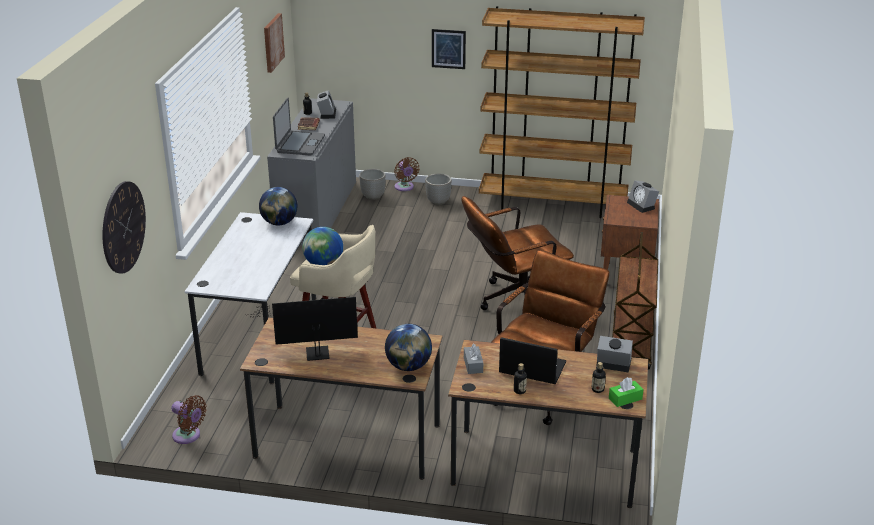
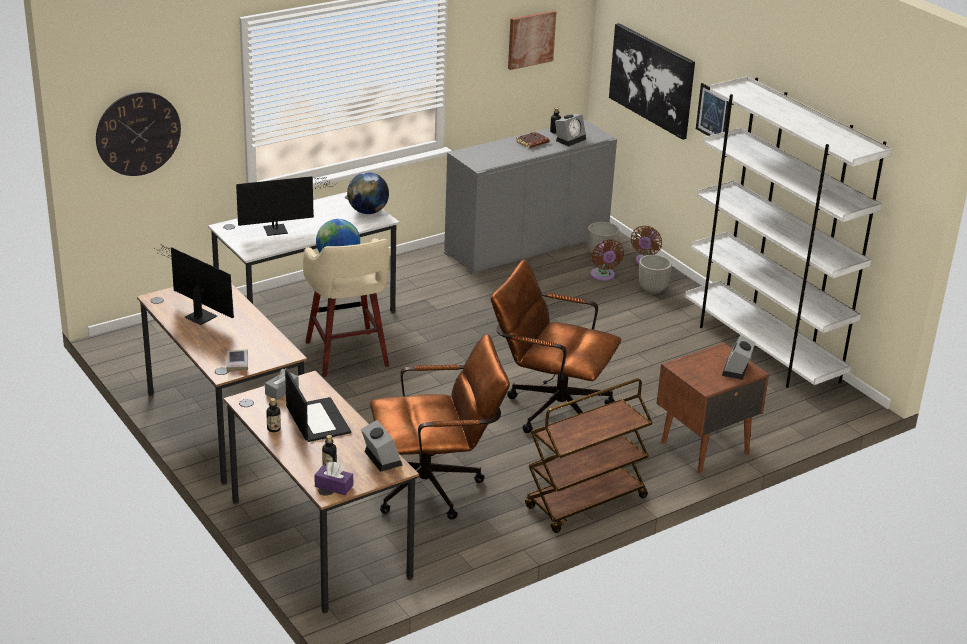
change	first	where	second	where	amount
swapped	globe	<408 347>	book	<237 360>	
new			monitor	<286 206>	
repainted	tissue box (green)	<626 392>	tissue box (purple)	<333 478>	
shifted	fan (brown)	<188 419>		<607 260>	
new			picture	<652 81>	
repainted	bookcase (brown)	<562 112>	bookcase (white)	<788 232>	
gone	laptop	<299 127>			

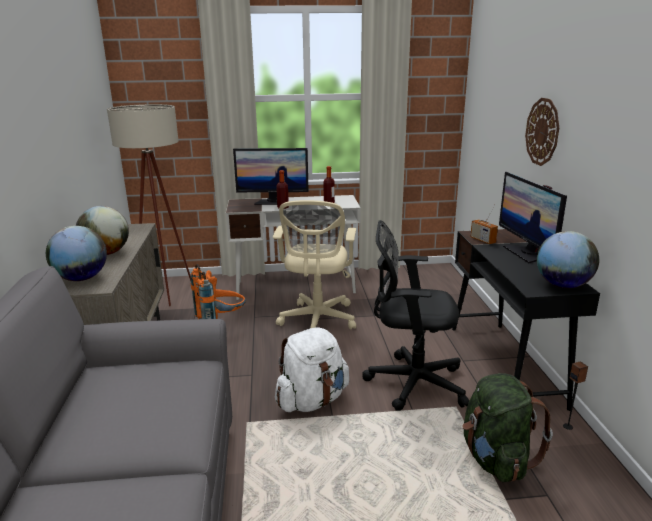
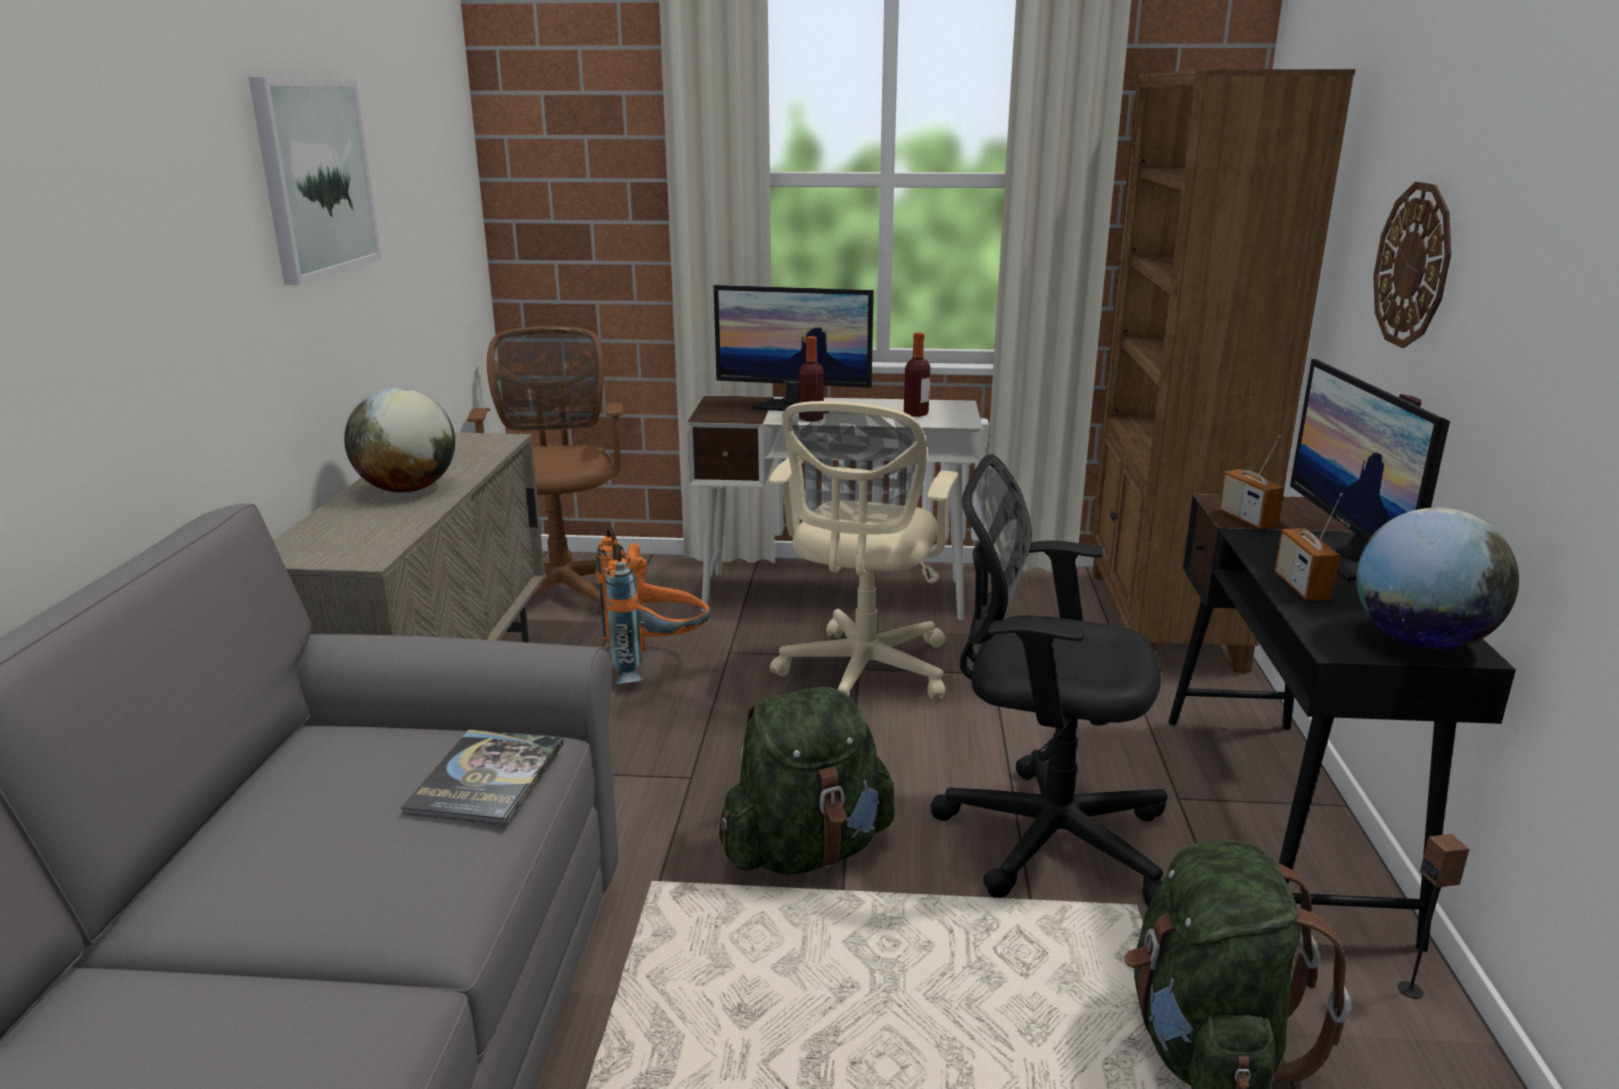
change	first	where	second	where	amount
new			picture	<314 181>	
new			book	<482 777>	
swapped	floor lamp (beige)	<149 205>	office chair (brown)	<545 474>	
repainted	backpack (white)	<312 369>	backpack (green)	<807 781>	
new			bookcase (brown)	<1223 371>	
new			radio	<1308 546>	
gone	globe	<76 253>			

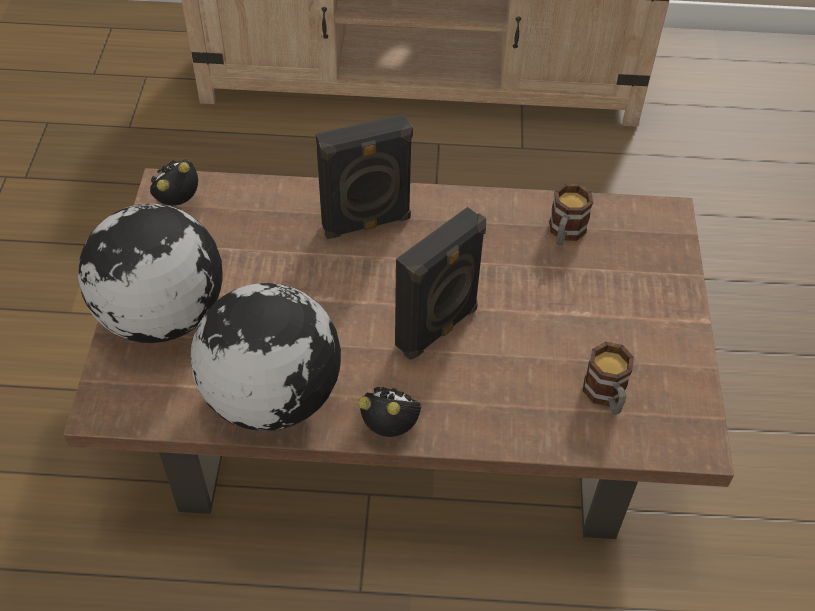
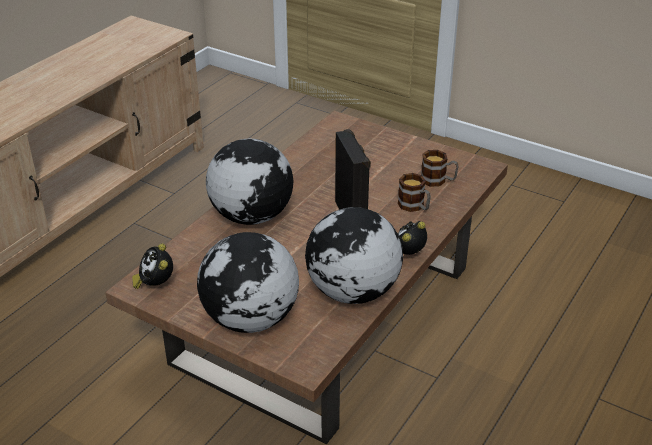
change	first	where	second	where	amount
swapped	speaker (black)	<364 176>	globe	<249 182>	
shifted	mug	<571 214>		<414 192>	

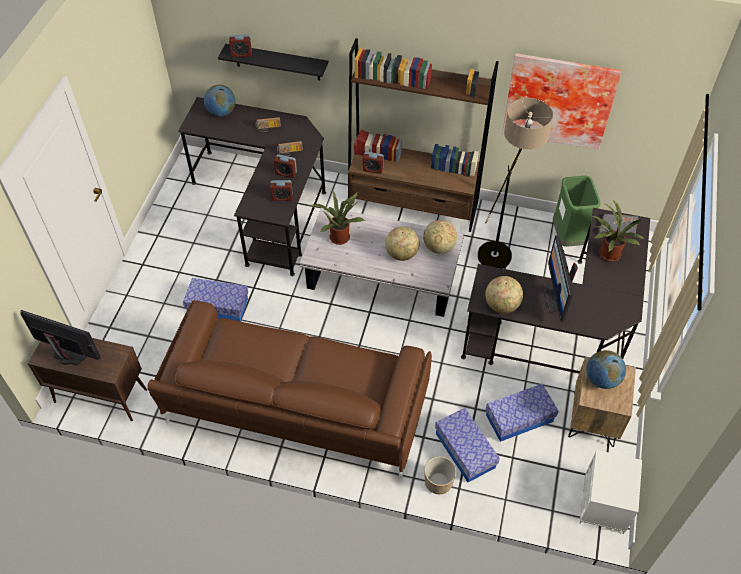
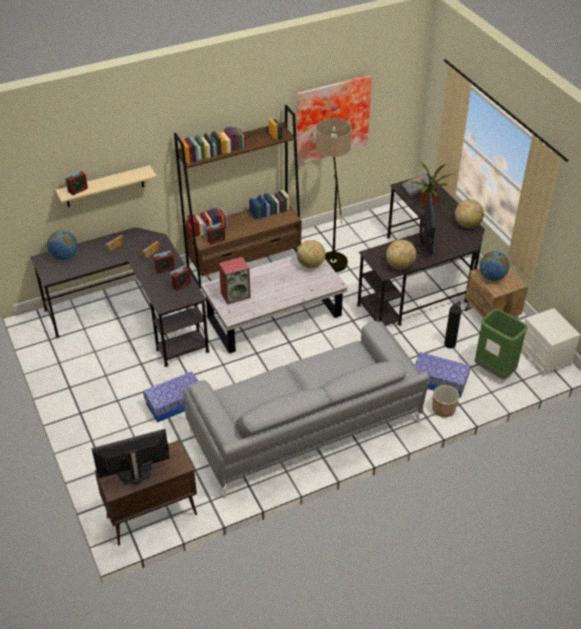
change	first	where	second	where	amount
repainted	shelf (black)	<273 62>	shelf (beige)	<106 186>	
repainted	sofa (brown)	<290 389>	sofa (grey)	<306 410>	
swapped	potted plant	<337 218>	speaker	<235 281>	
rotated	monitor	<561 278>		<427 224>	135 degrees counterclockwise
swapped	storage box	<522 413>	fire extinguisher	<453 325>	
shifted	globe	<402 243>		<469 213>	
shifted	trash can (green)	<577 211>		<501 344>	

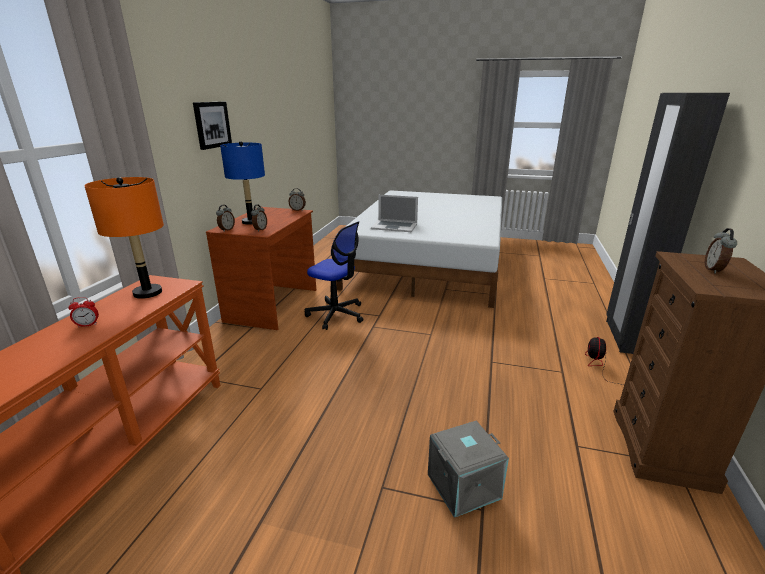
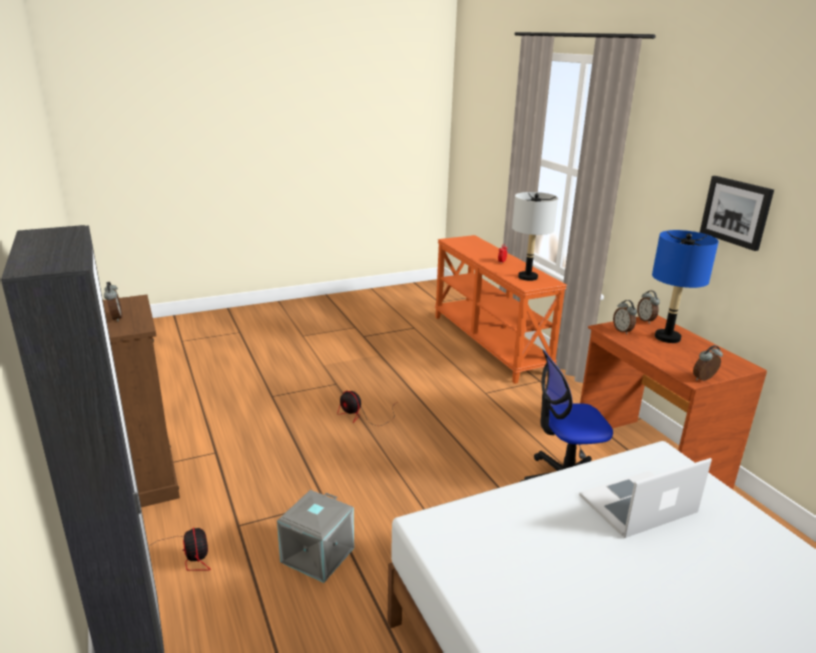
change	first	where	second	where	amount
shifted	storage box (grey)	<468 469>		<315 536>	
new			fan	<366 408>	
repainted	table lamp (orange)	<124 238>	table lamp (grey)	<535 236>	

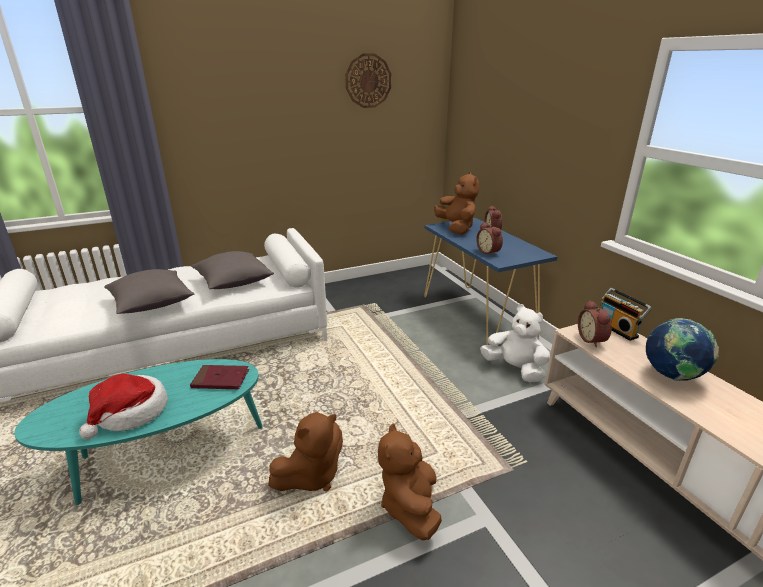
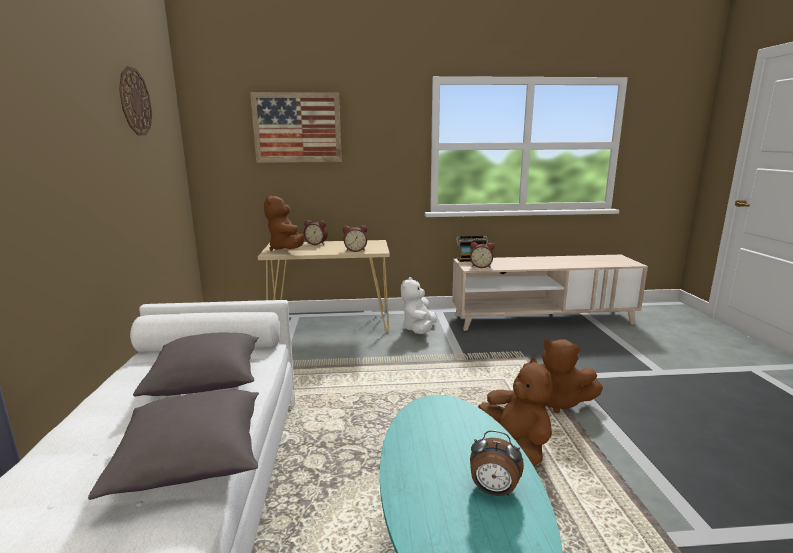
change	first	where	second	where	amount
new			picture	<296 127>	
repainted	console table (blue)	<490 281>	console table (beige)	<324 286>	
rotated	plush toy (brown)	<456 203>		<284 223>	105 degrees counterclockwise
rotated	plush toy (white)	<515 343>		<419 305>	45 degrees counterclockwise
swapped	hat	<123 406>	alarm clock	<497 463>	
gone	book (red)	<219 377>			
gone	globe	<682 349>			

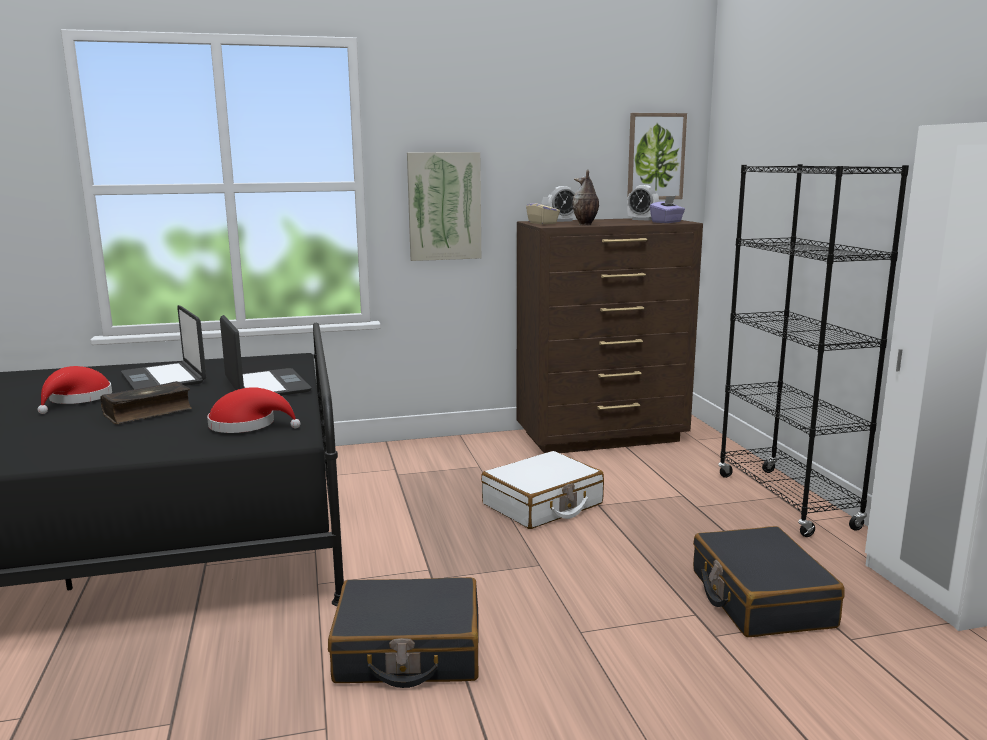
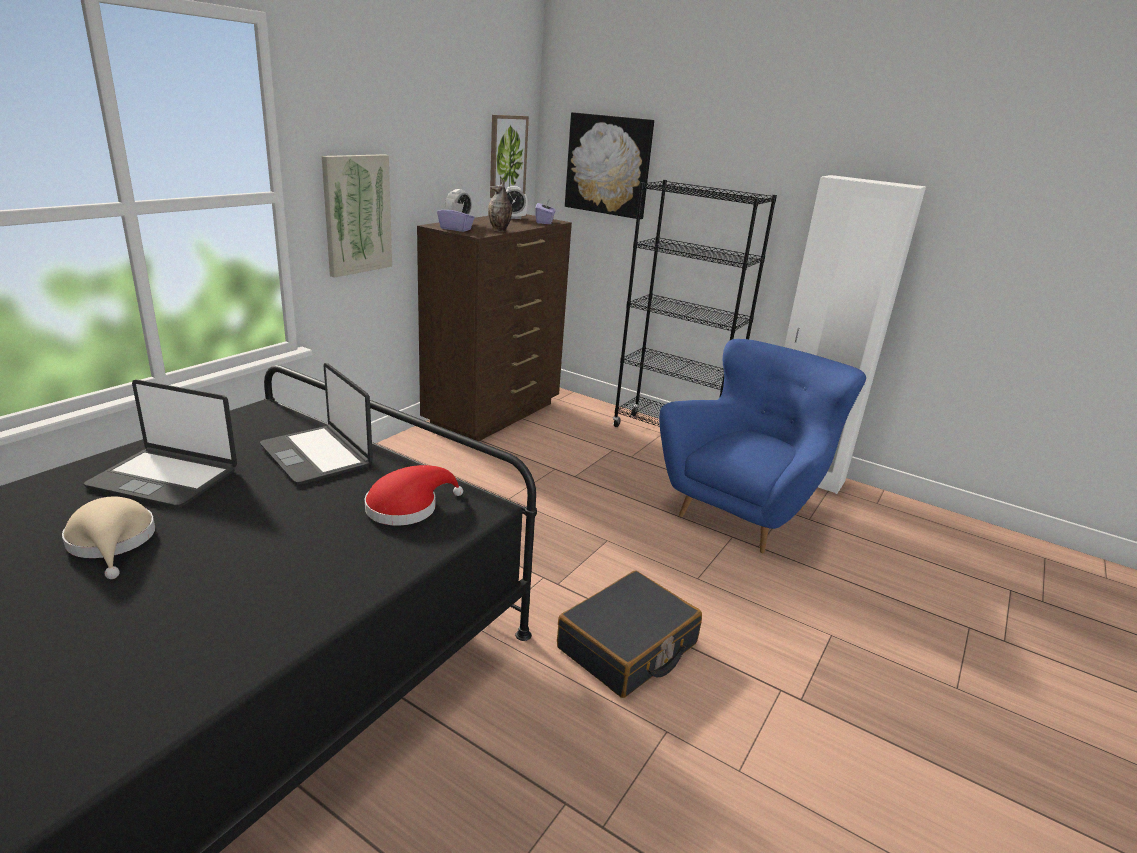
change	first	where	second	where	amount
repainted	hat (red)	<74 390>	hat (beige)	<108 538>	
rotated	laptop	<266 355>		<316 424>	150 degrees counterclockwise
repainted	tissue box (beige)	<543 210>	tissue box (purple)	<456 217>	
new			picture	<609 165>	
swapped	suitcase (black)	<769 581>	armchair (blue)	<762 446>	
gone	book	<146 402>			
gone	suitcase (white)	<542 490>			

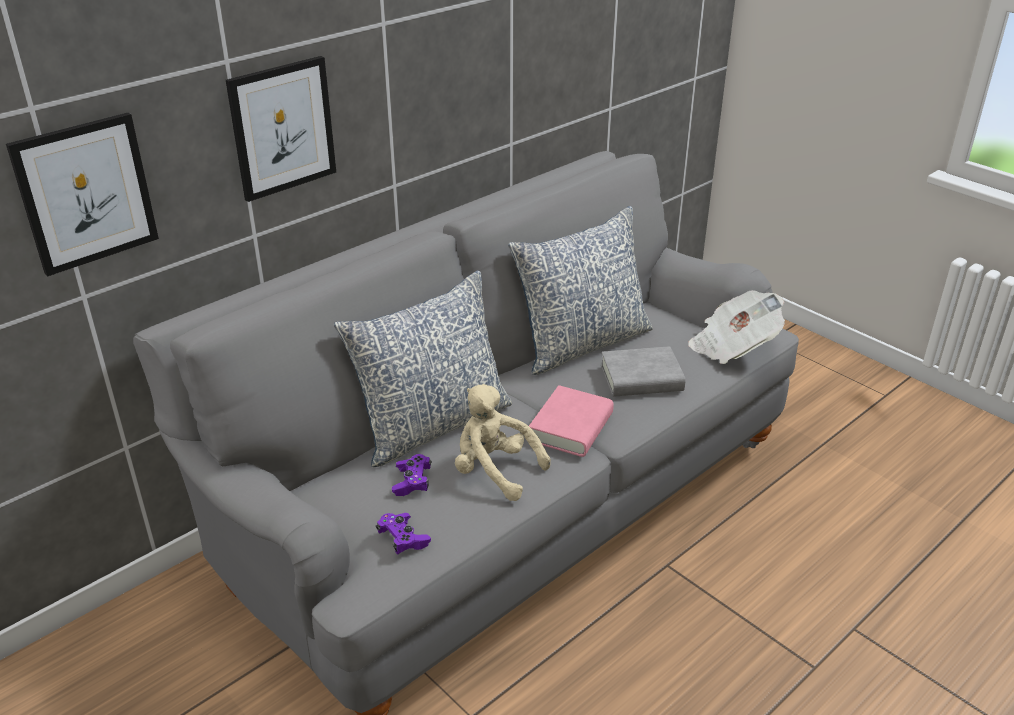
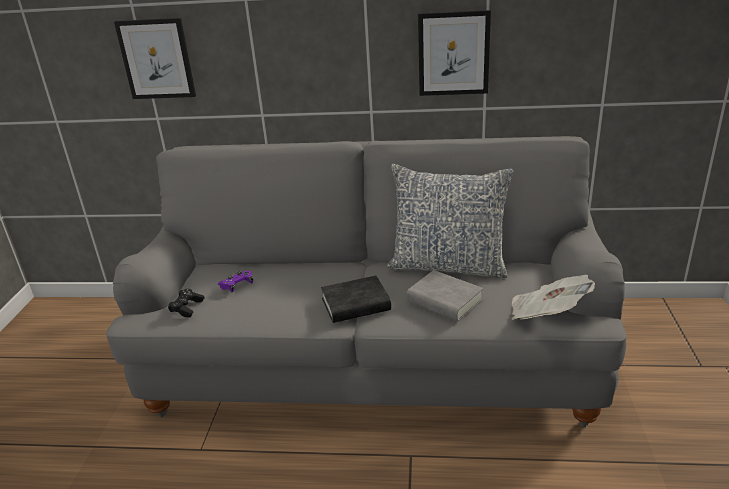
change	first	where	second	where	amount
repainted	game controller (purple)	<403 533>	game controller (black)	<186 303>	
repainted	book (pink)	<571 421>	book (black)	<356 299>	
shifted	picture	<281 129>		<454 53>	
gone	pillow	<422 368>			
gone	plush toy (beige)	<503 442>			

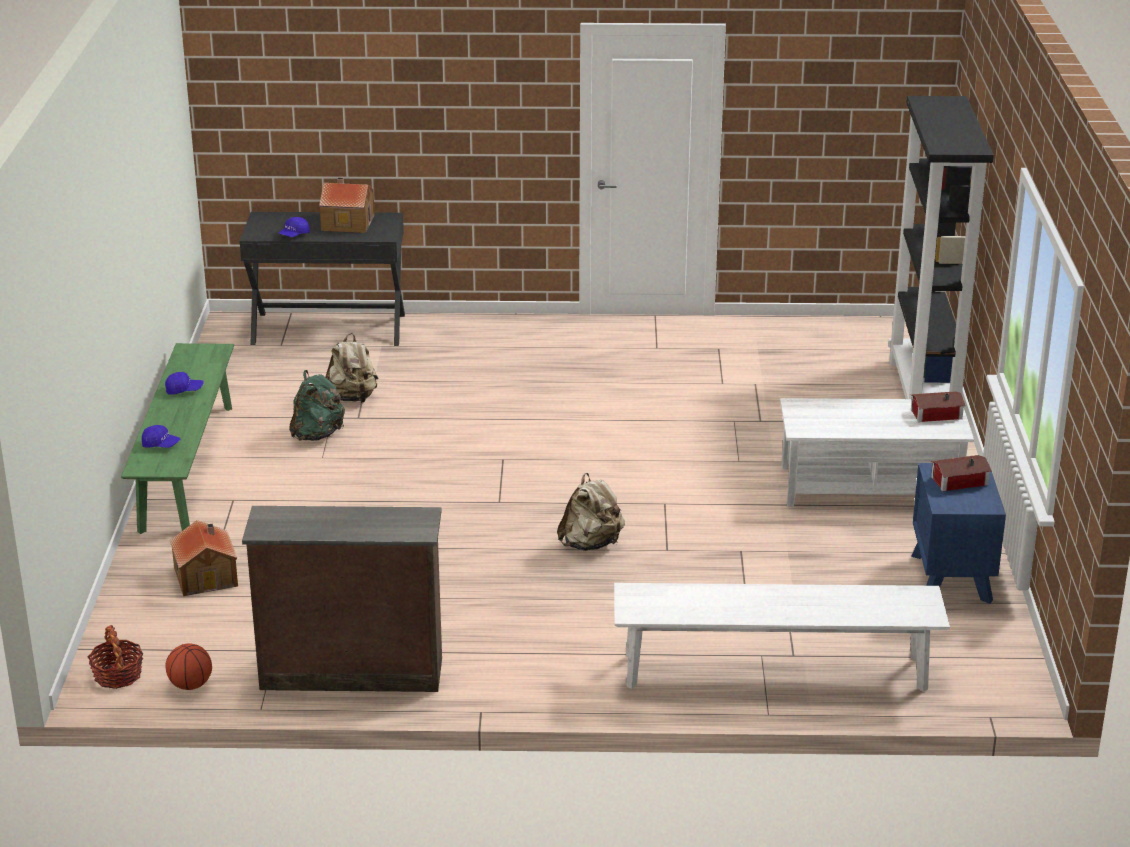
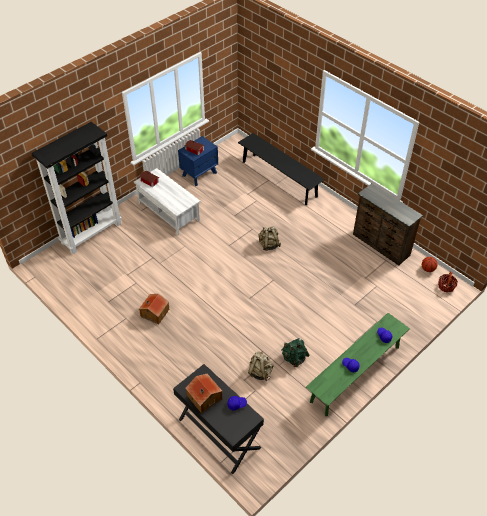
change	first	where	second	where	amount
shifted	toy house	<204 558>		<154 309>	
repainted	bench (white)	<782 637>	bench (black)	<281 169>	

